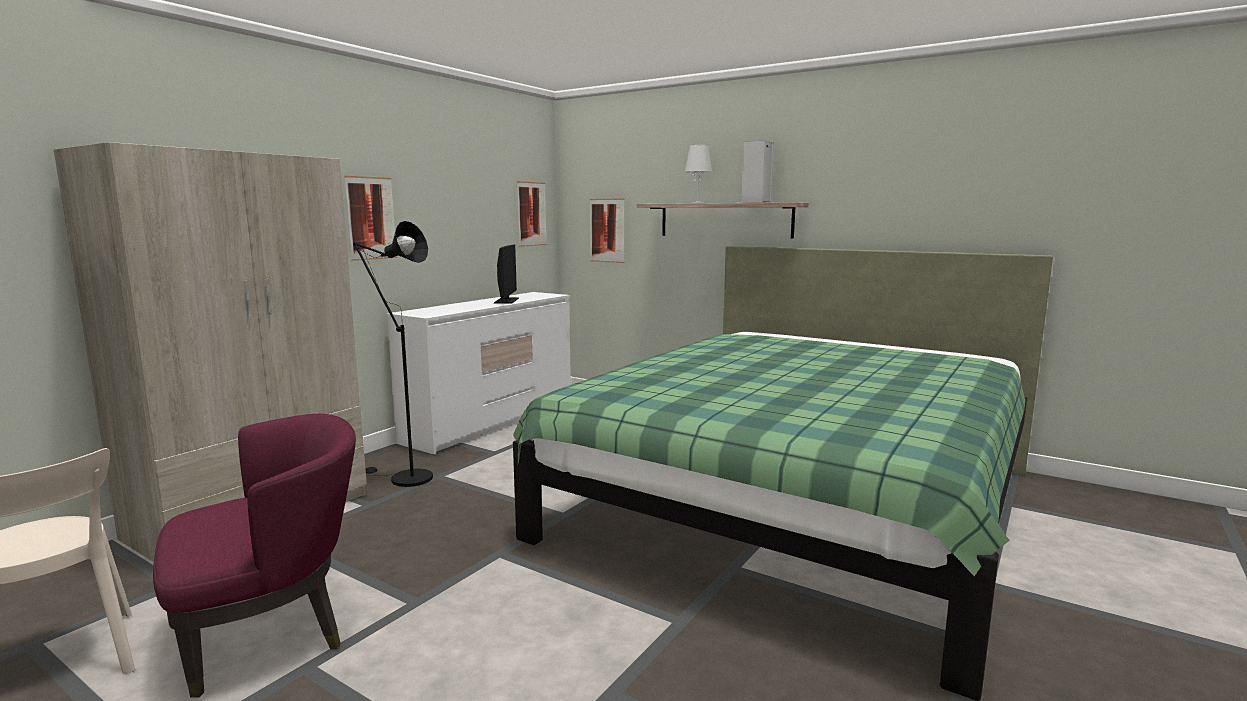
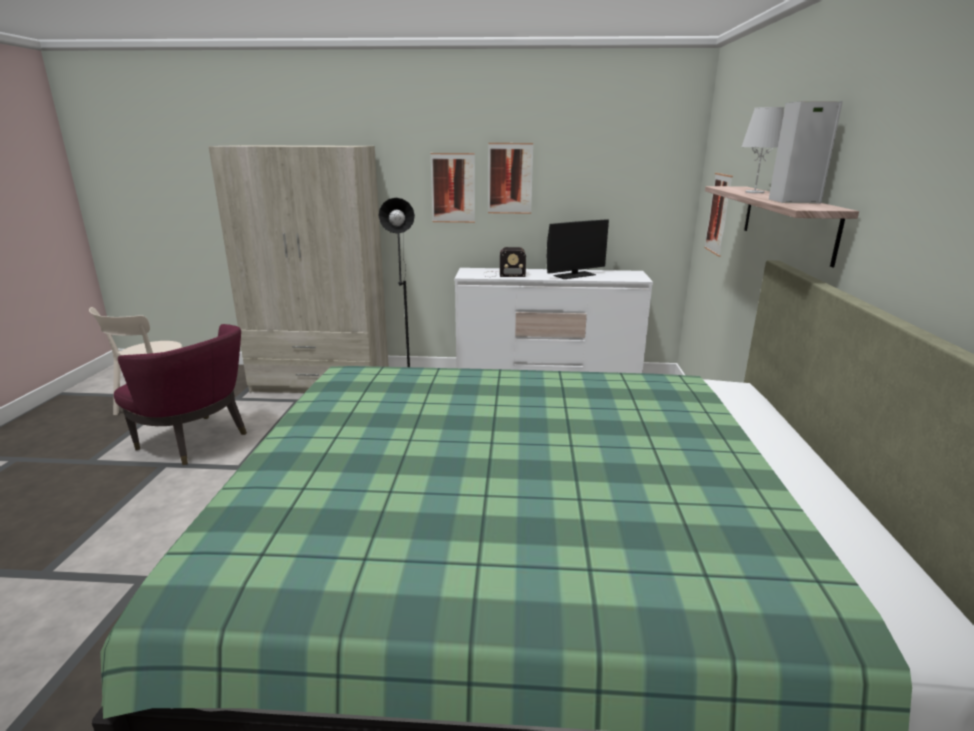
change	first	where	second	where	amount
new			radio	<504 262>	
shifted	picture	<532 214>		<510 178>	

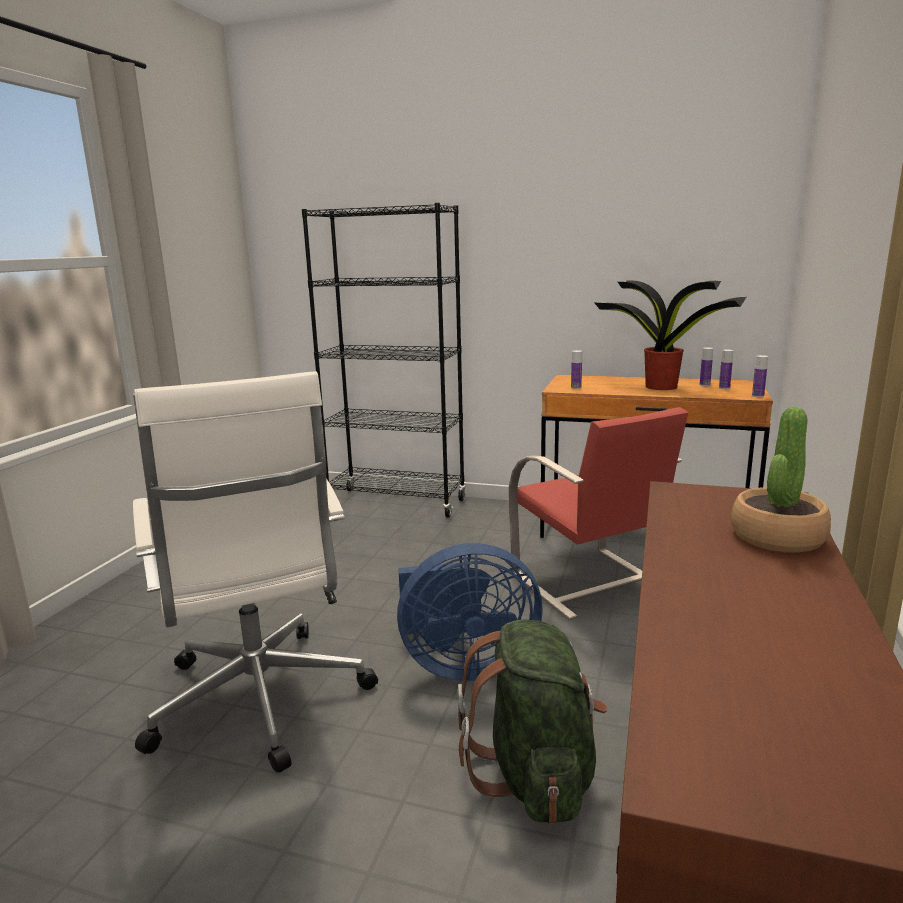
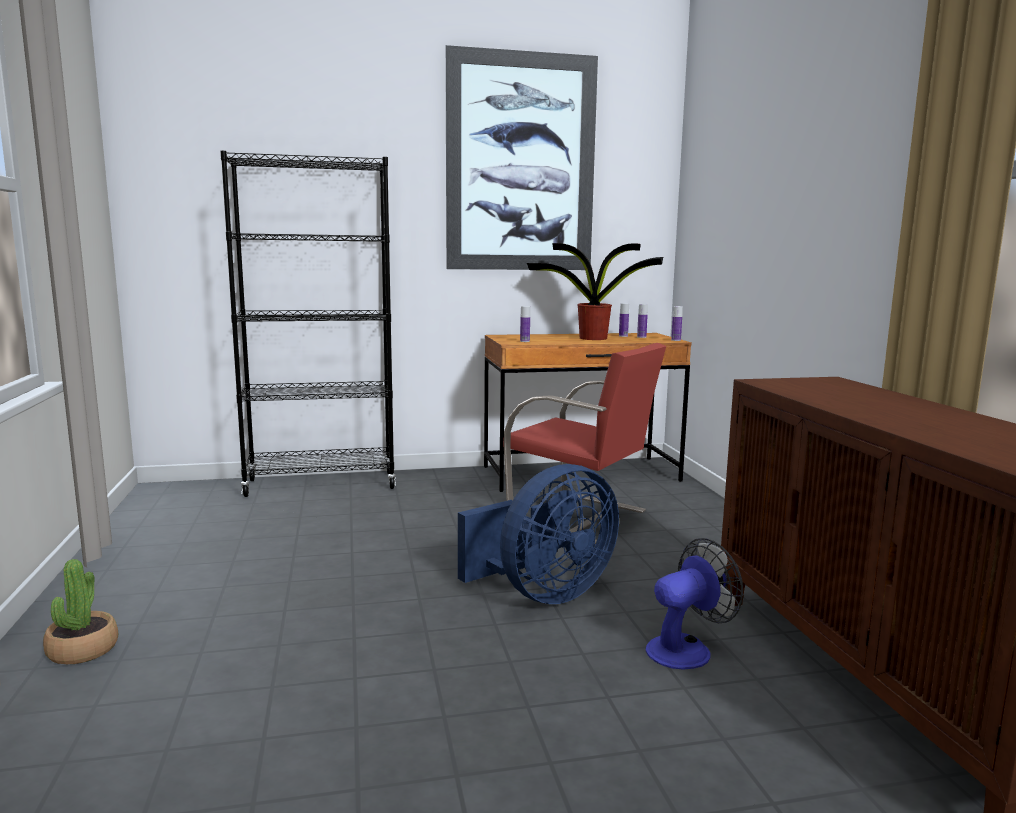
change	first	where	second	where	amount
shifted	potted plant	<781 480>		<80 611>	
new			picture	<521 157>	
swapped	backpack (green)	<532 722>	fan	<694 604>	
gone	office chair (white)	<255 572>			

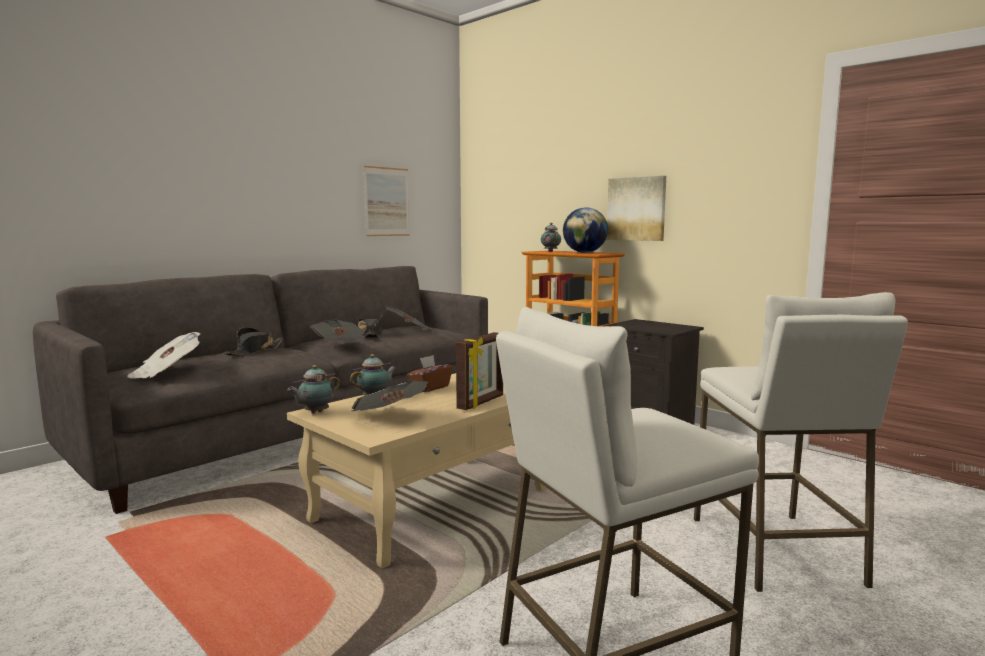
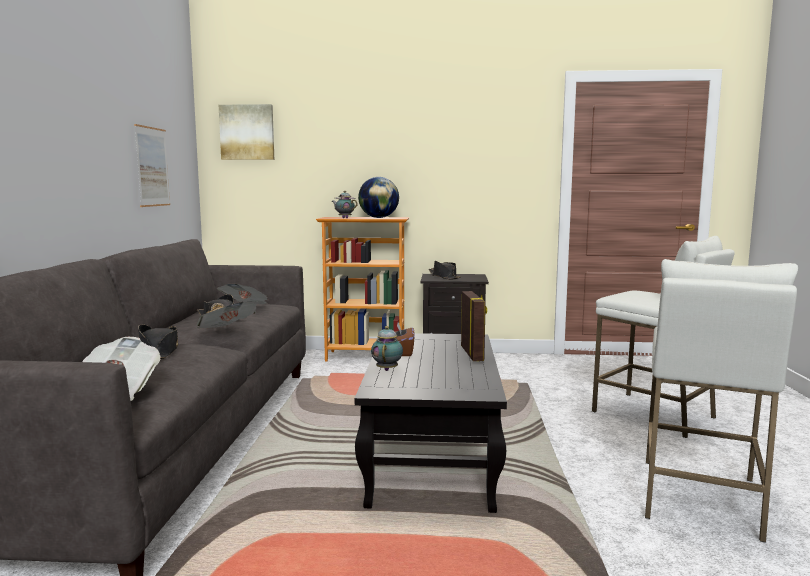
change	first	where	second	where	amount
shifted	picture	<636 208>		<246 132>	
repainted	coffee table (beige)	<417 471>	coffee table (black)	<431 423>	
new			hat (black)	<445 270>	
gone	teapot	<313 389>			
gone	newspaper	<389 395>			

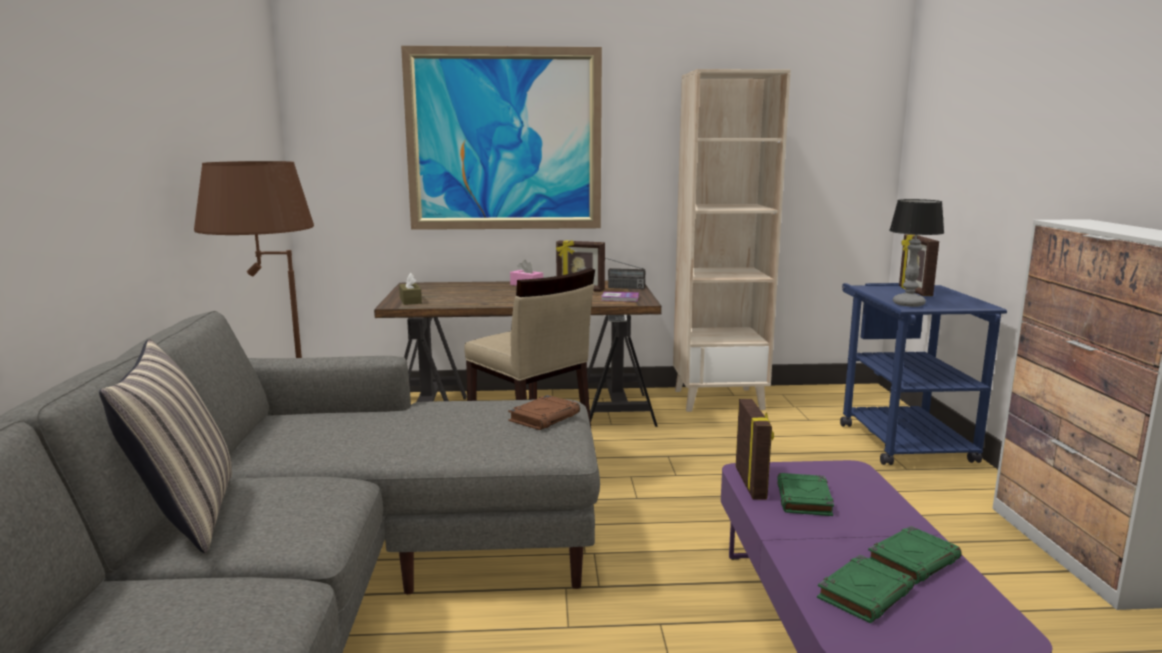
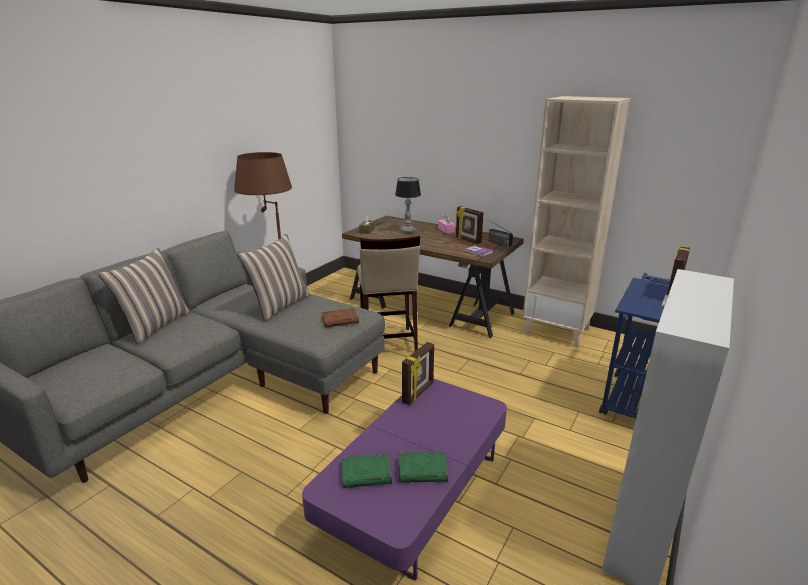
change	first	where	second	where	amount
new			pillow	<273 277>	
shifted	table lamp	<916 253>		<408 205>	
gone	picture	<501 138>			
gone	book (green)	<805 494>			

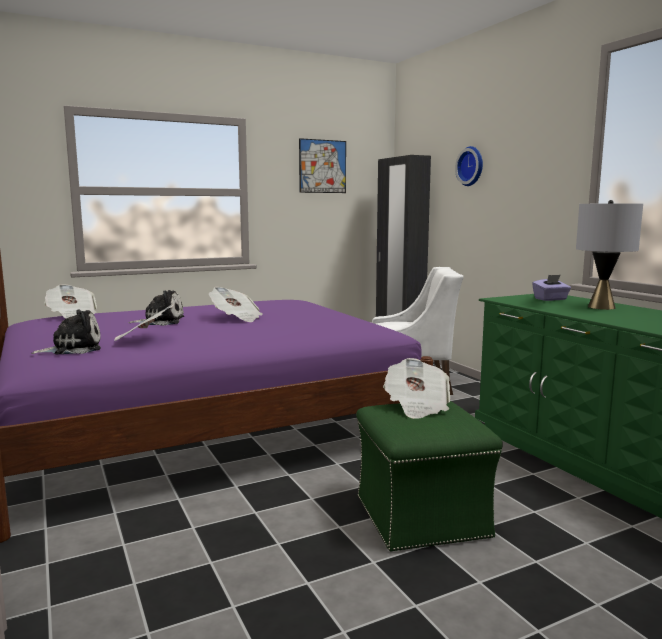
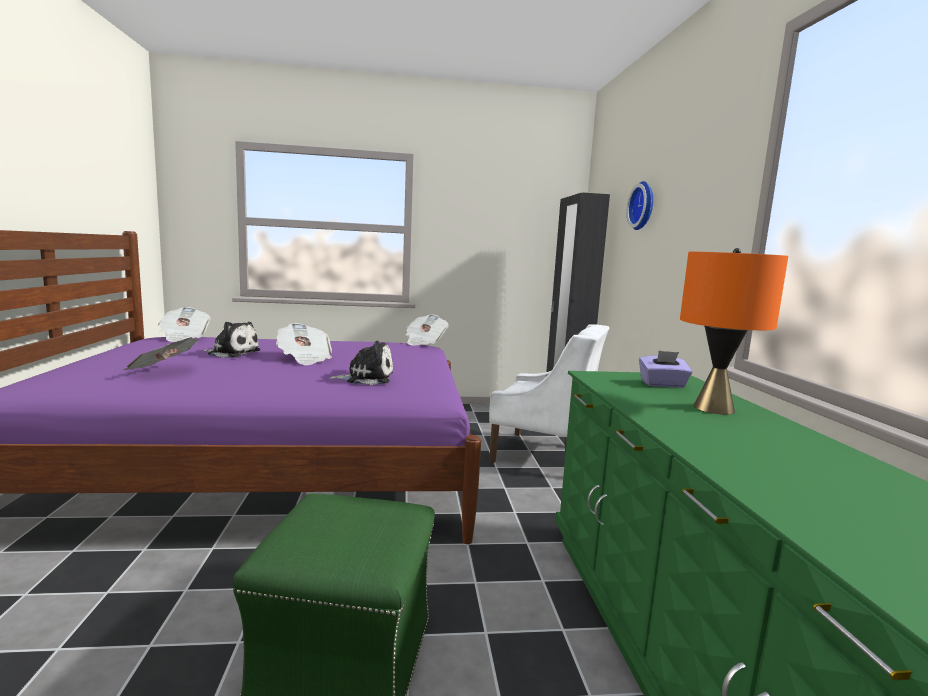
change	first	where	second	where	amount
shifted	plush toy	<66 332>		<361 363>	
shifted	newspaper	<416 388>		<427 329>	
repainted	table lamp (grey)	<609 255>	table lamp (orange)	<734 331>	
gone	picture	<322 165>			

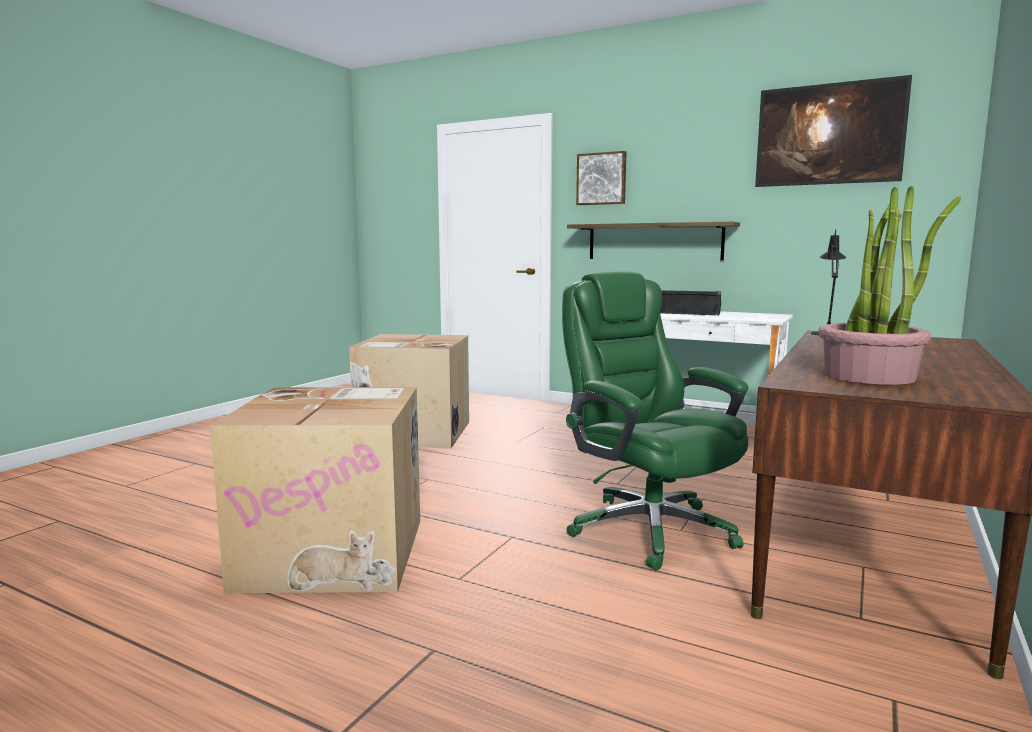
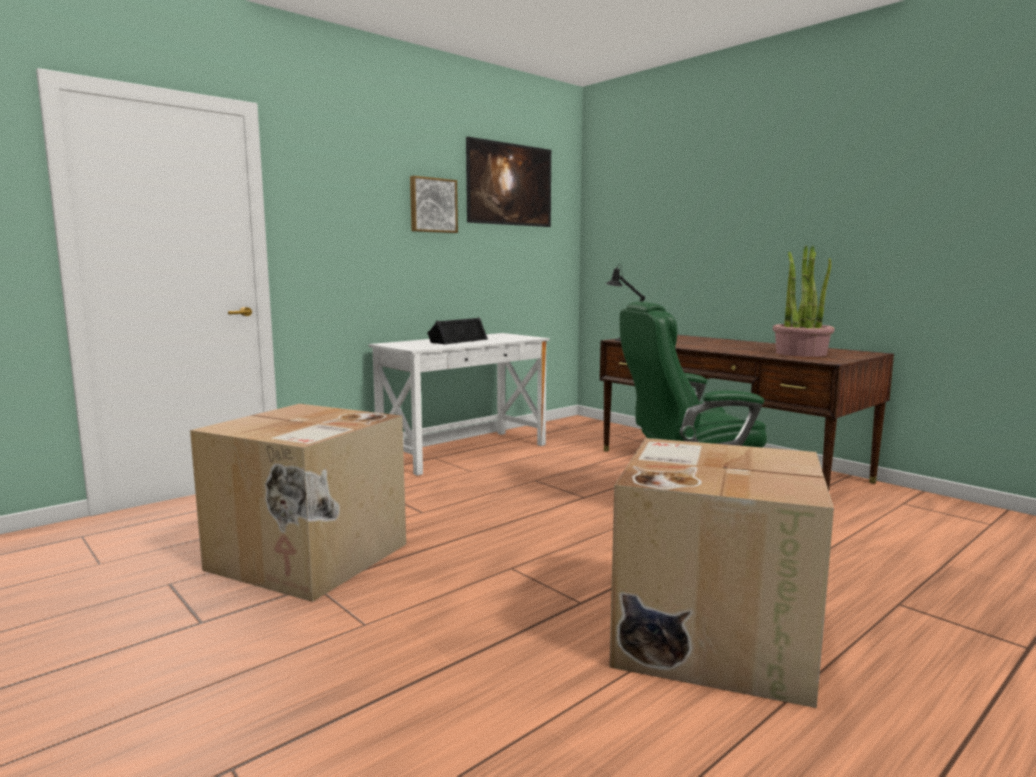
change	first	where	second	where	amount
shifted	picture	<601 178>		<434 204>	
gone	shelf	<653 240>			

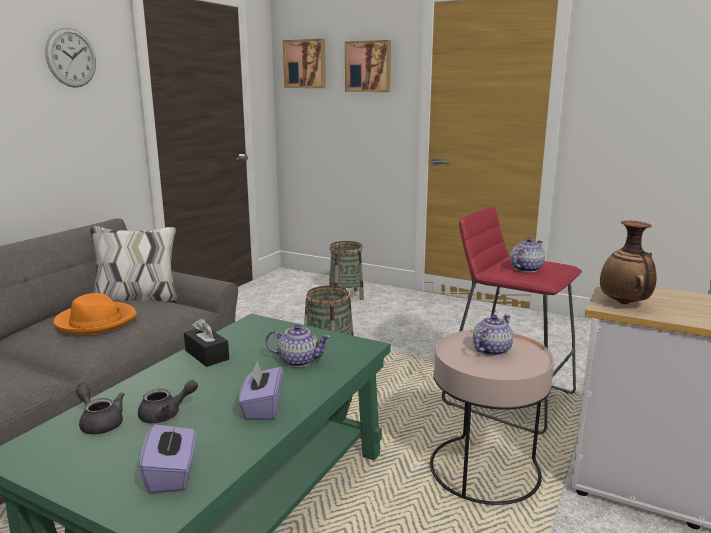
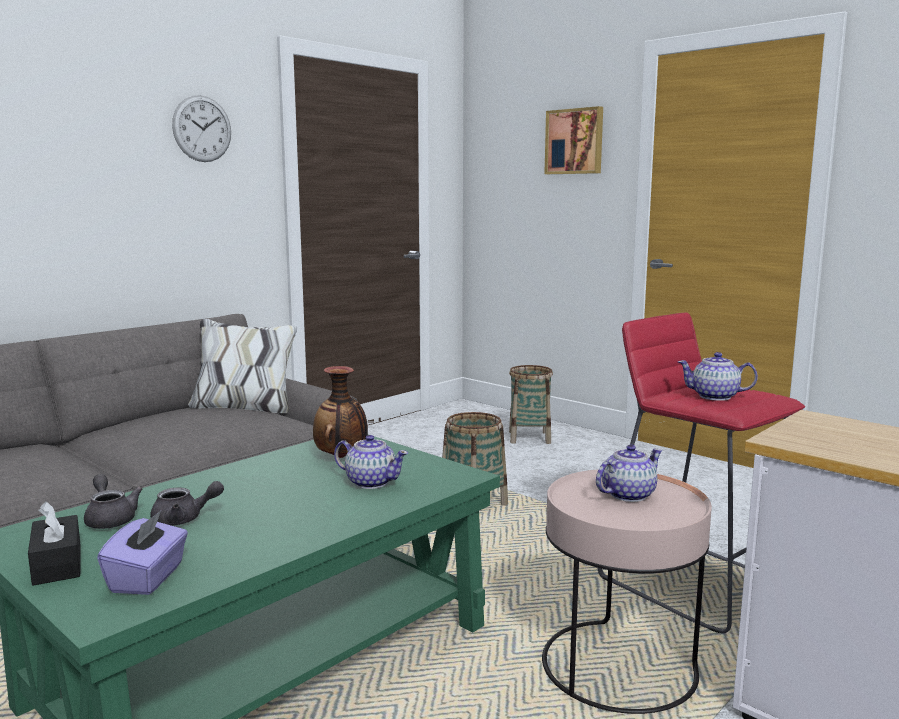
change	first	where	second	where	amount
shifted	tissue box (black)	<206 342>		<54 543>	
shifted	vase	<628 262>		<340 412>	
rotated	teapot	<527 255>		<718 376>	135 degrees counterclockwise
gone	hat (orange)	<95 314>			
gone	tissue box (purple)	<260 390>			
gone	picture	<304 63>			

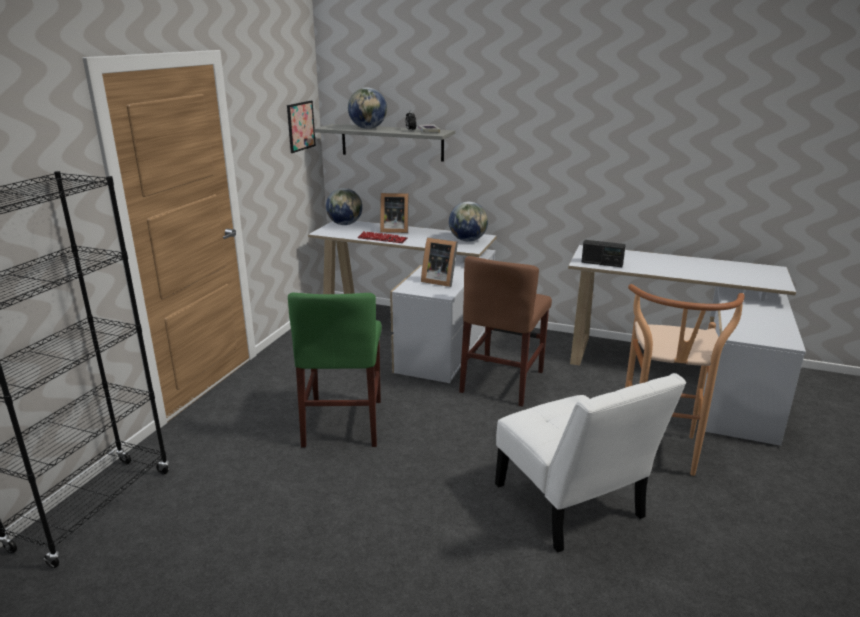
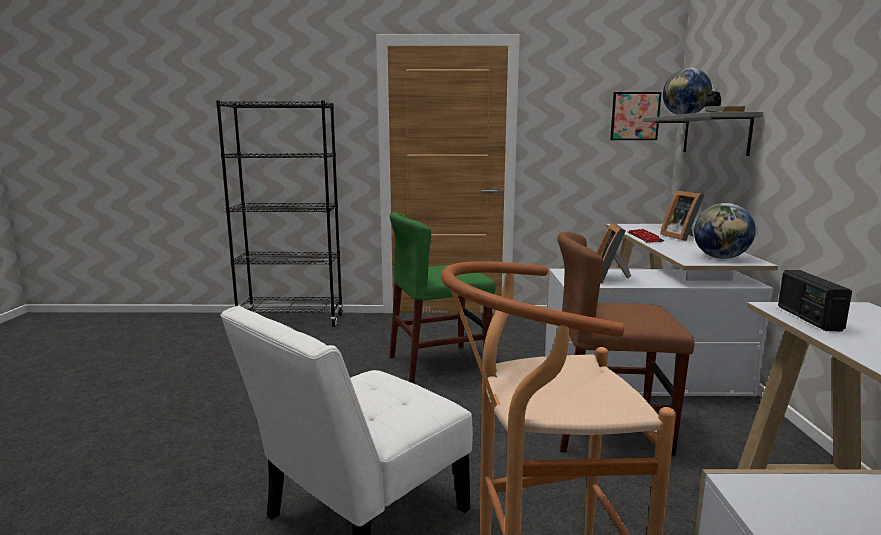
change	first	where	second	where	amount
gone	globe	<344 206>			

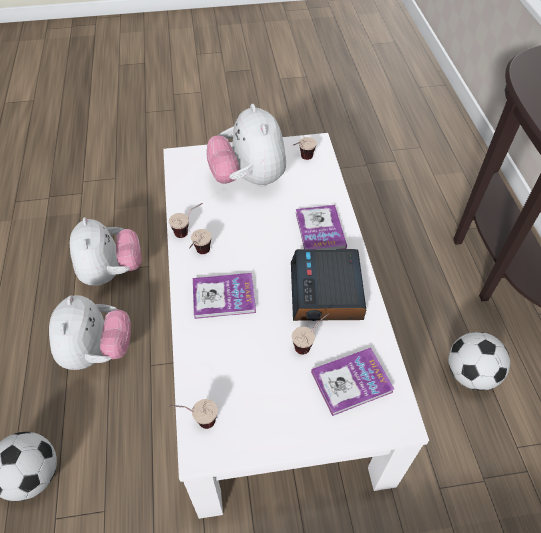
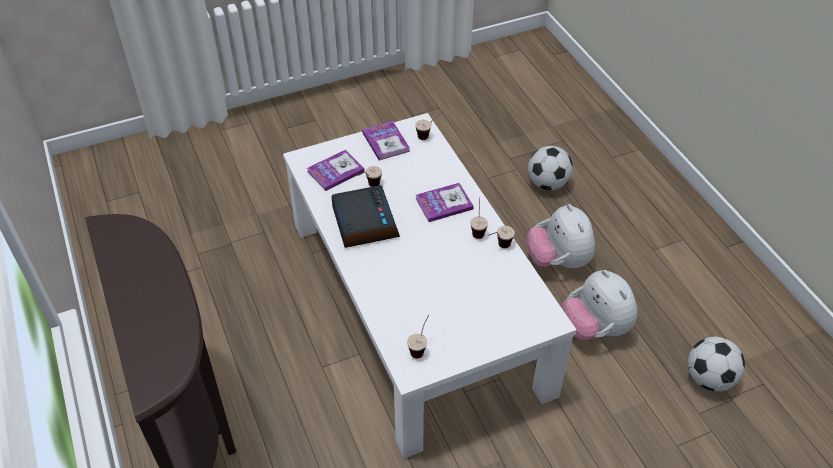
change	first	where	second	where	amount
shifted	book	<321 227>		<386 141>	
shifted	football	<479 361>		<716 364>	
gone	plush toy	<246 145>			

